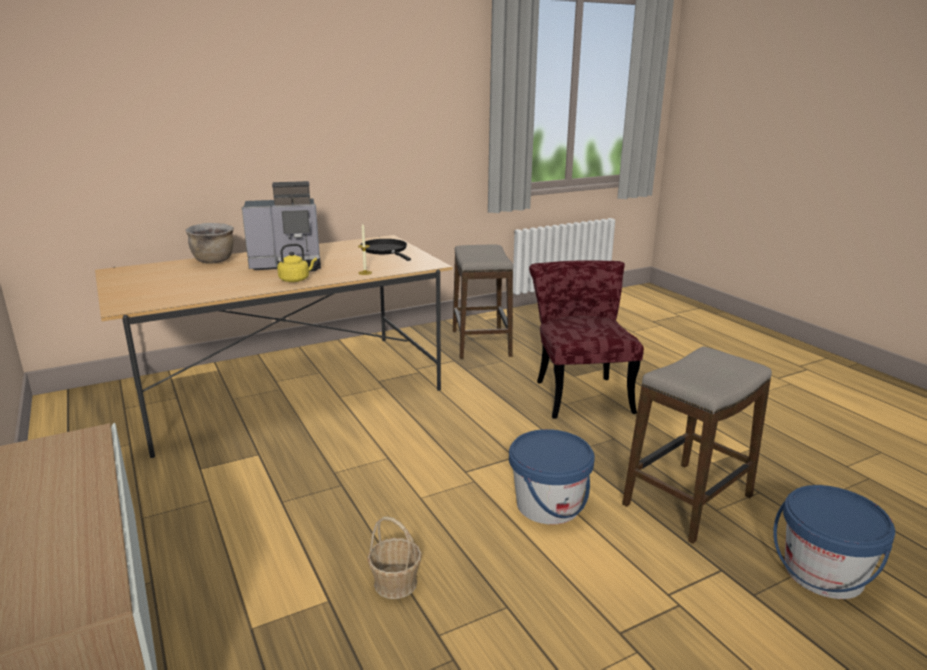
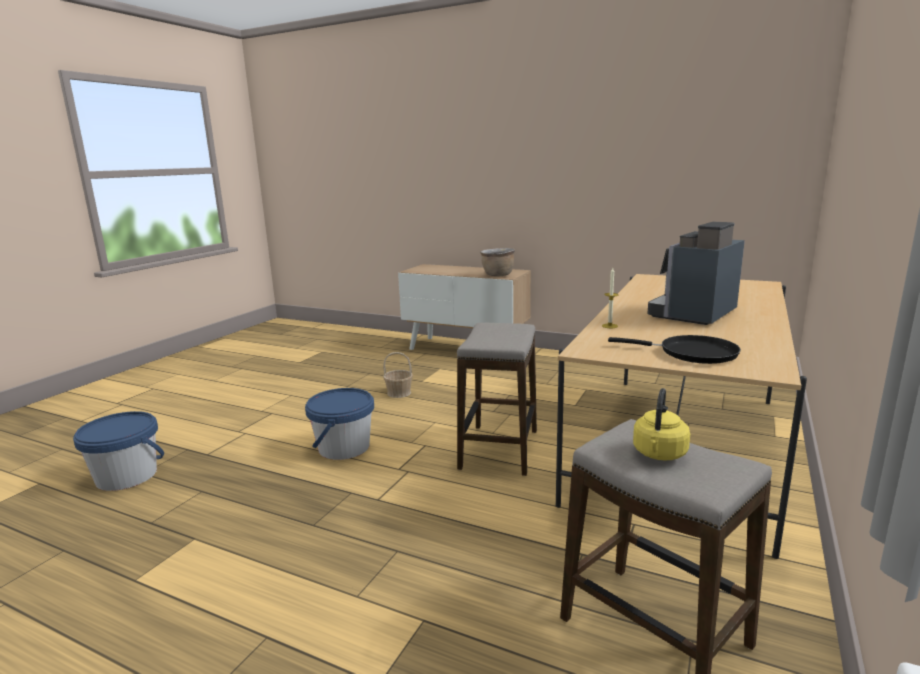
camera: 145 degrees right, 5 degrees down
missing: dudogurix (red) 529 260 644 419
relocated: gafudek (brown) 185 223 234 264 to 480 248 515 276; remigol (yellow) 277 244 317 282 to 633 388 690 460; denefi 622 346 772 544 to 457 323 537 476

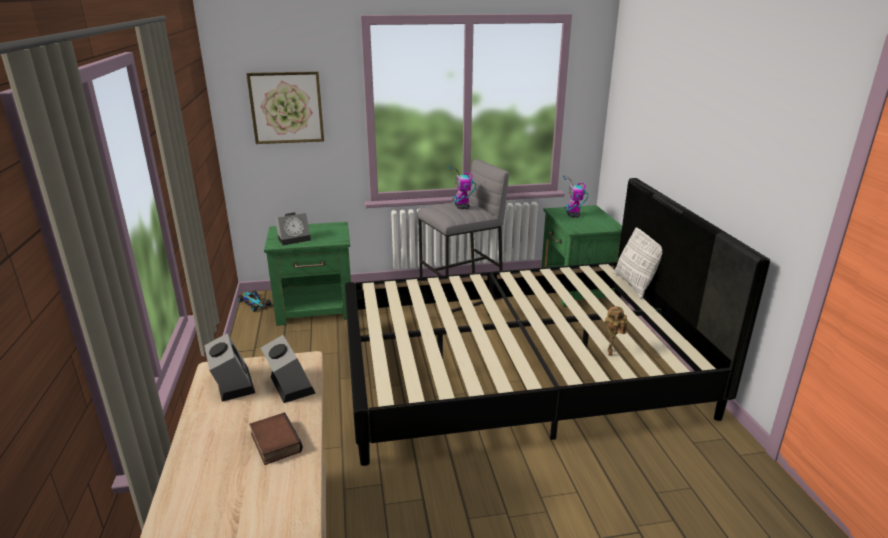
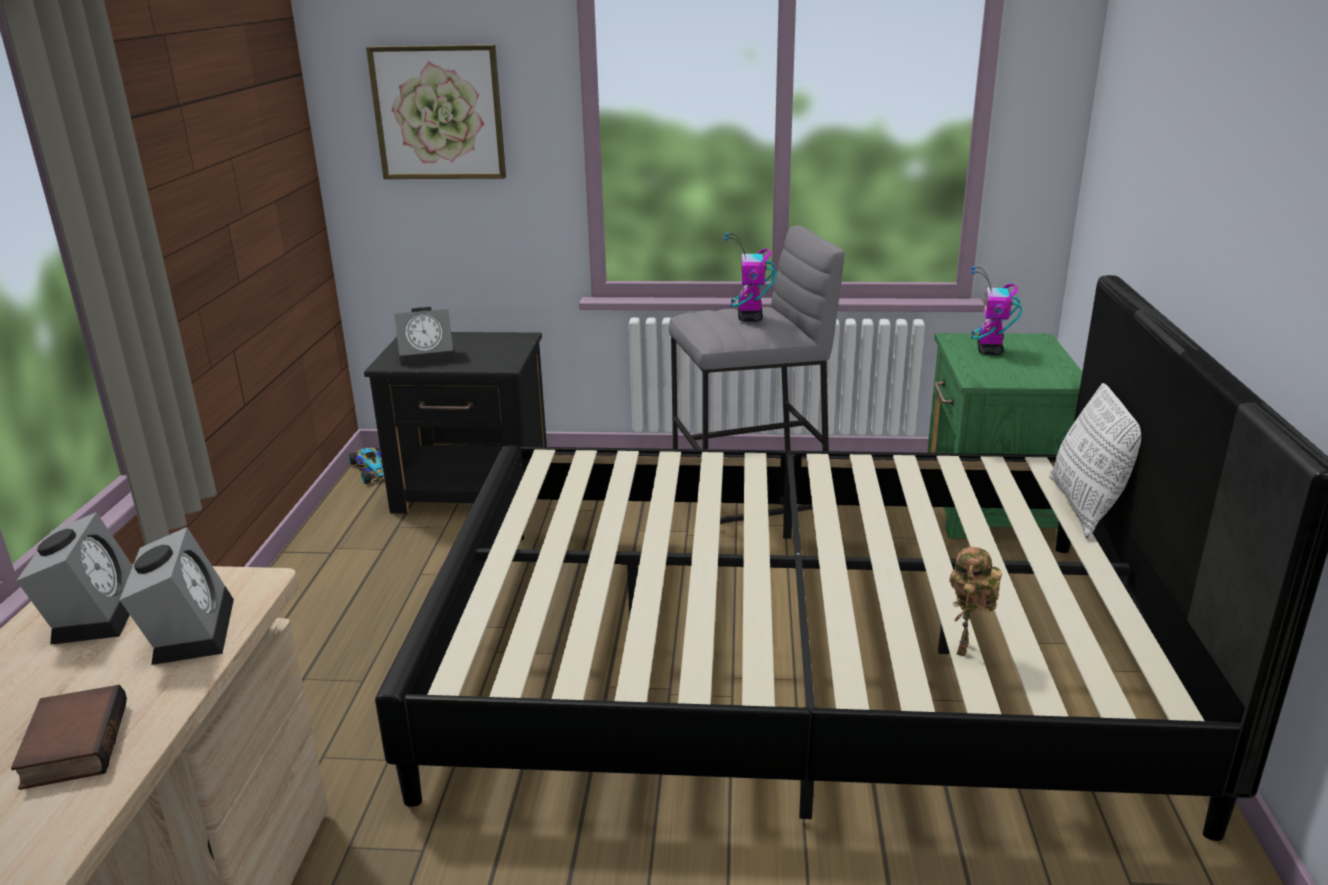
camera: 15 degrees right, 0 degrees up
colour: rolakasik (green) 264 222 351 326 to rolakasik (black) 364 332 547 514

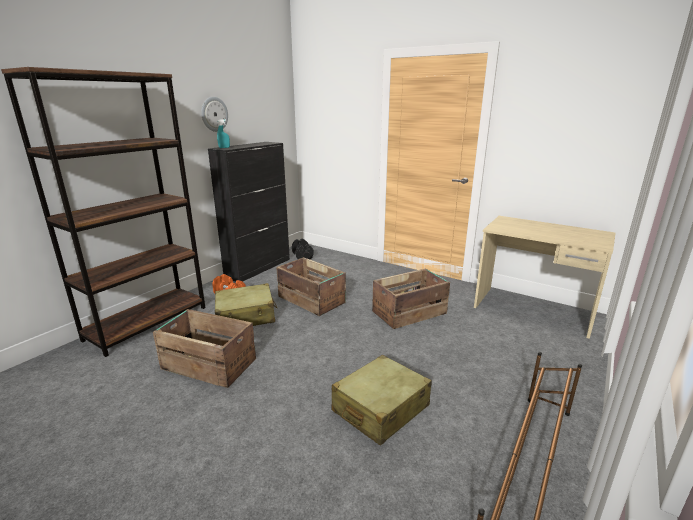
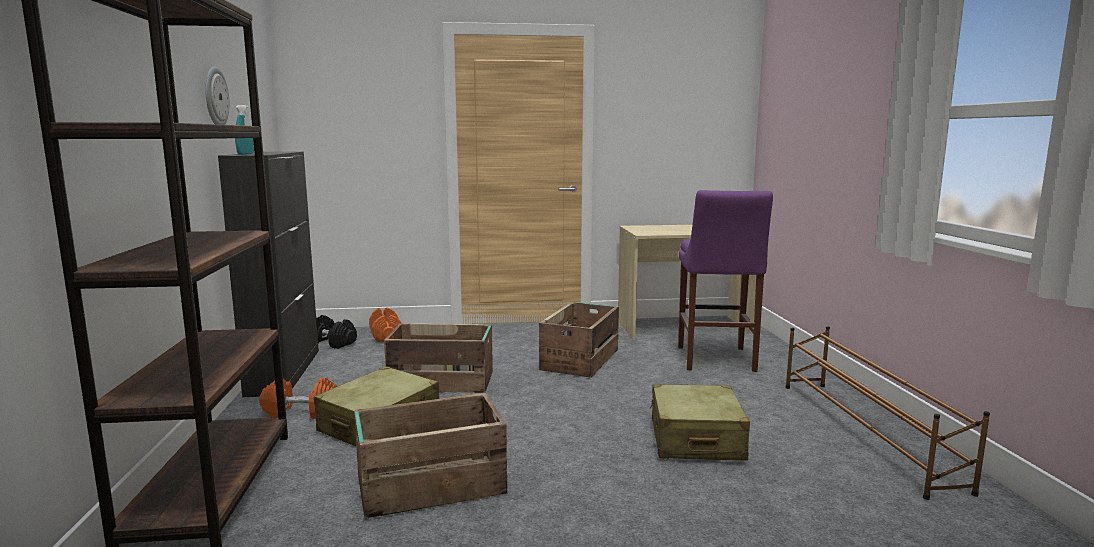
camera: 40 degrees left, 10 degrees down
appeared: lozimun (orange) 369 307 401 342; denefi (purple) 678 190 773 372

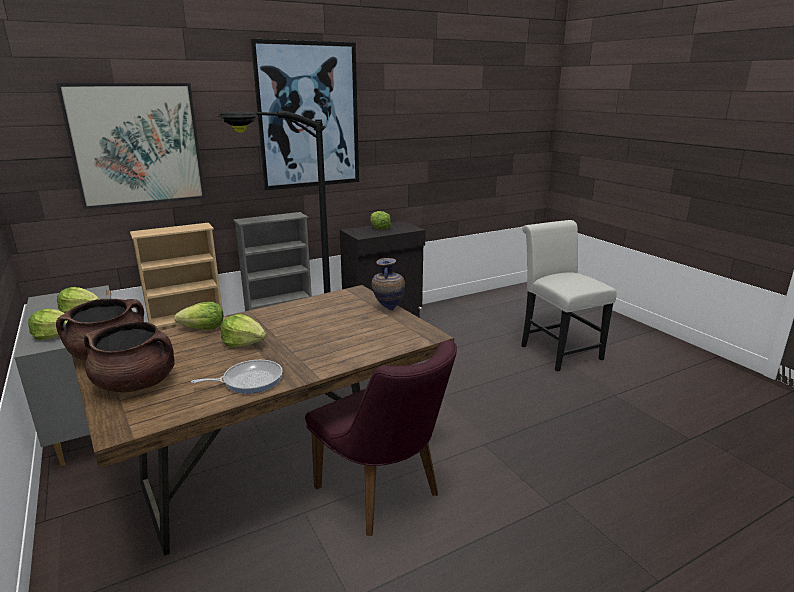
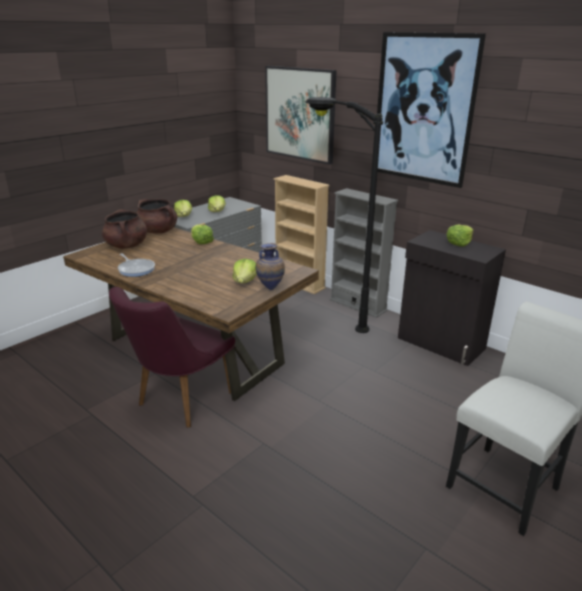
camera: 70 degrees right, 5 degrees up
relocated: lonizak 221 314 267 347 to 233 259 257 283

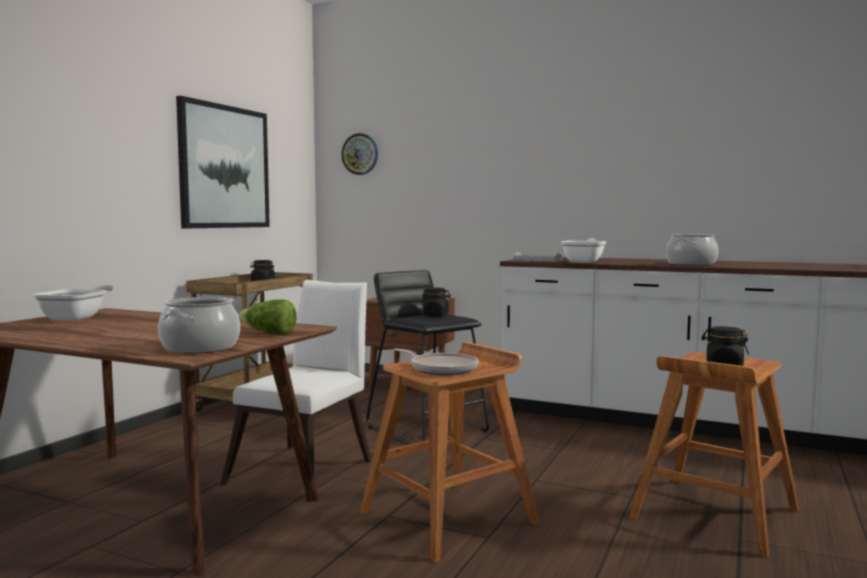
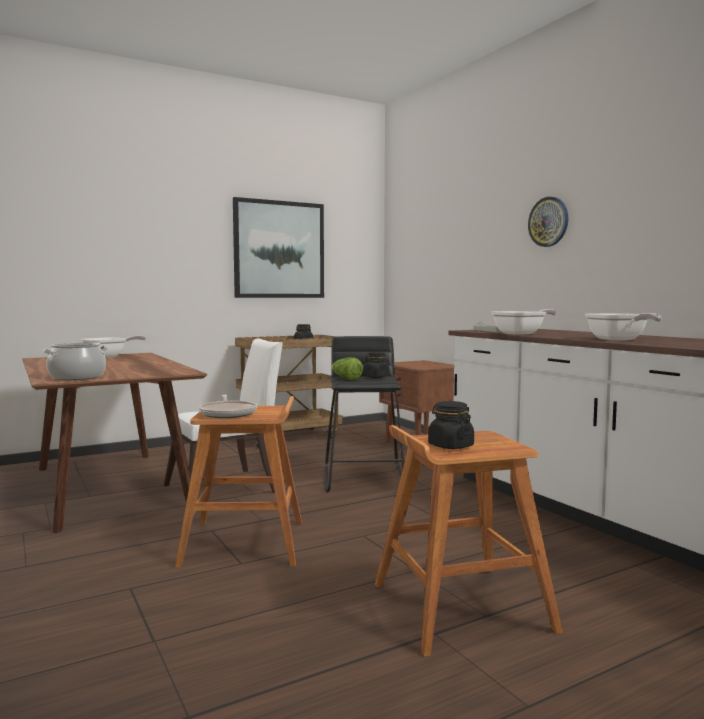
camera: 35 degrees right, 0 degrees up
relocated: lonizak 238 300 297 335 to 332 357 363 380; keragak 341 133 378 175 to 528 197 568 247
exchanged: gafudek 666 234 718 266 to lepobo 585 313 662 340

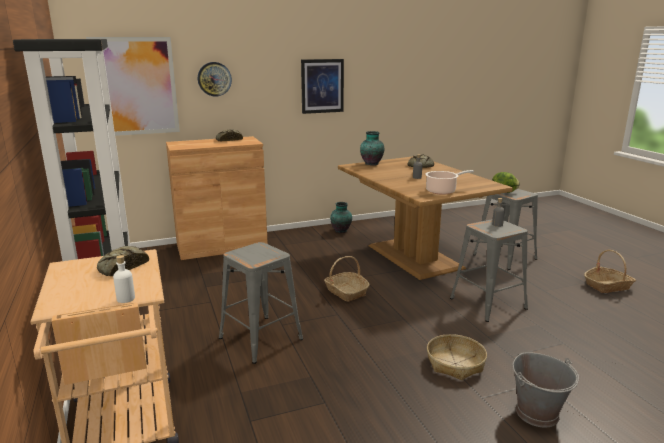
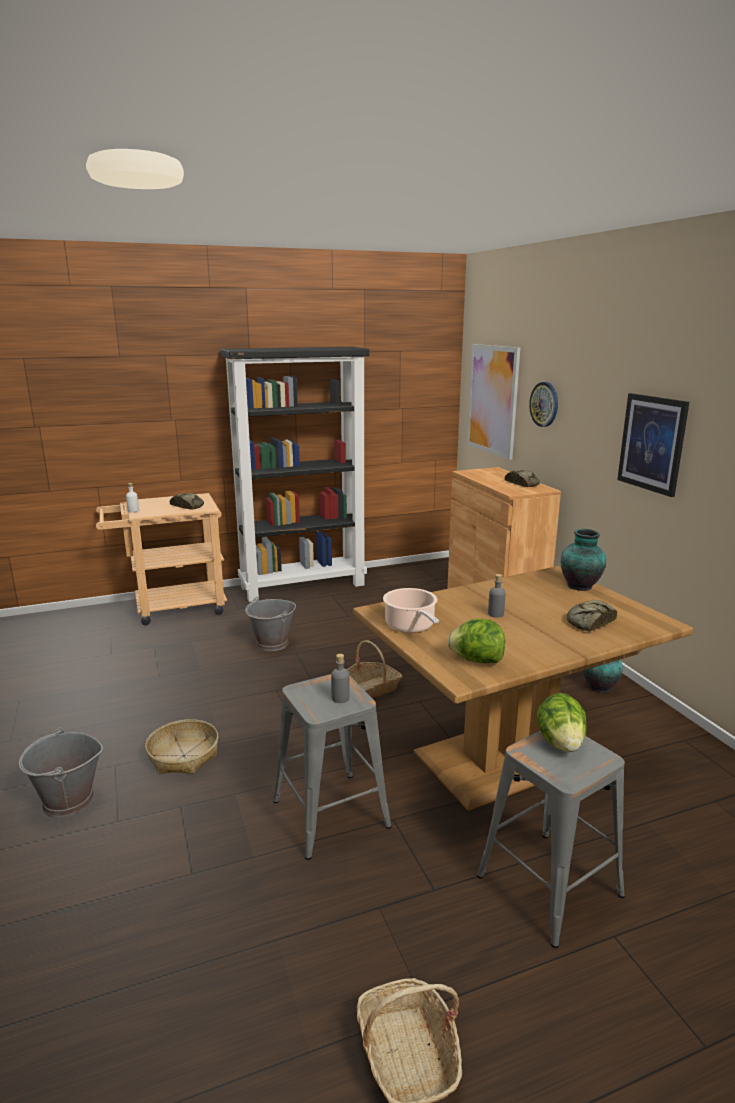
camera: 90 degrees right, 0 degrees up
appeared: lonizak 448 619 505 663
exchanged: denefi (grey) 219 242 303 364 to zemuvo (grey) 245 597 296 652

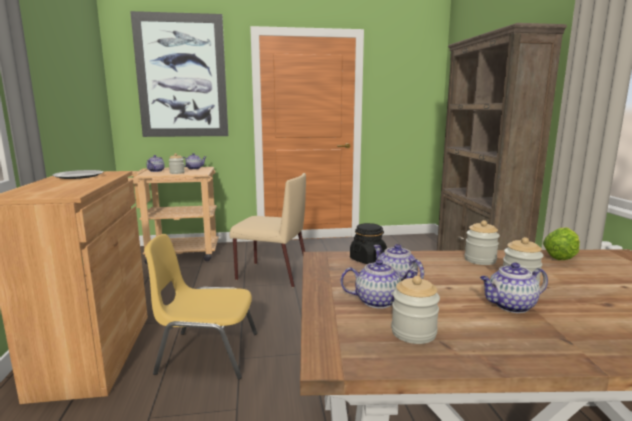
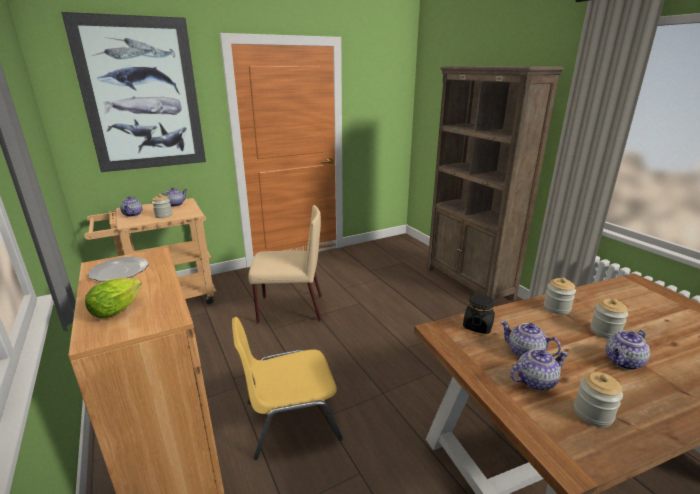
camera: 20 degrees left, 10 degrees up
relocated: lonizak 543 227 580 260 to 85 278 142 318

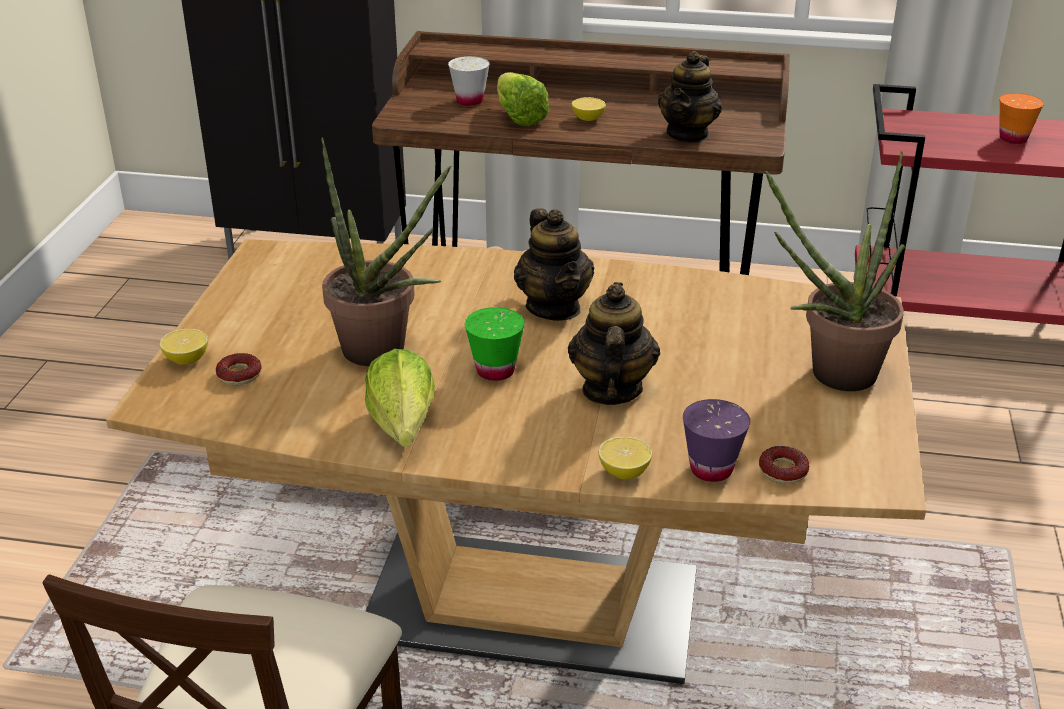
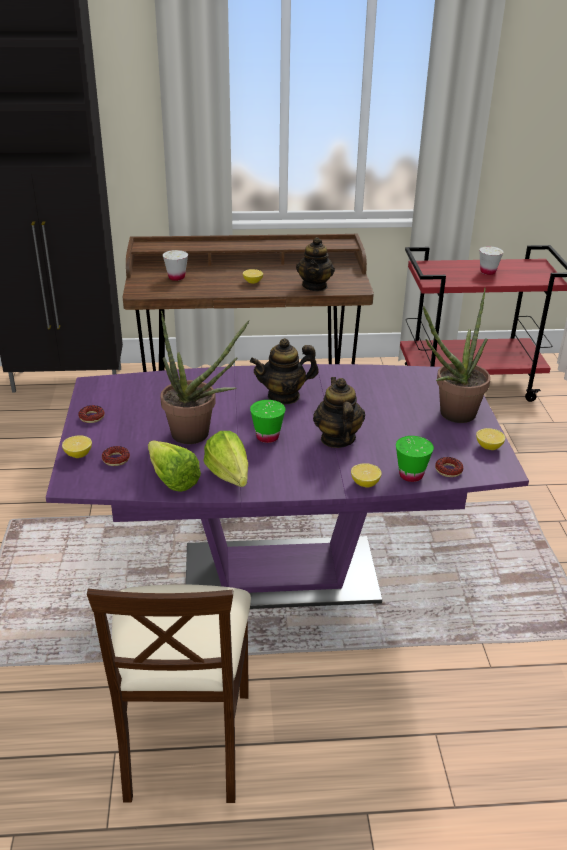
camera: 15 degrees left, 0 degrees up
appeared: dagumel 78 405 105 423; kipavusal 476 428 505 450
relocated: lonizak 497 72 549 126 to 148 440 201 492
colour: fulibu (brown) 106 240 926 684 to fulibu (purple) 46 364 529 609; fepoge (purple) 683 399 750 482 to fepoge (green) 396 436 434 482; fepoge (orange) 1000 93 1044 144 to fepoge (white) 479 246 504 275
spun: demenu 514 208 594 321 = 250 338 319 405 105 degrees clockwise

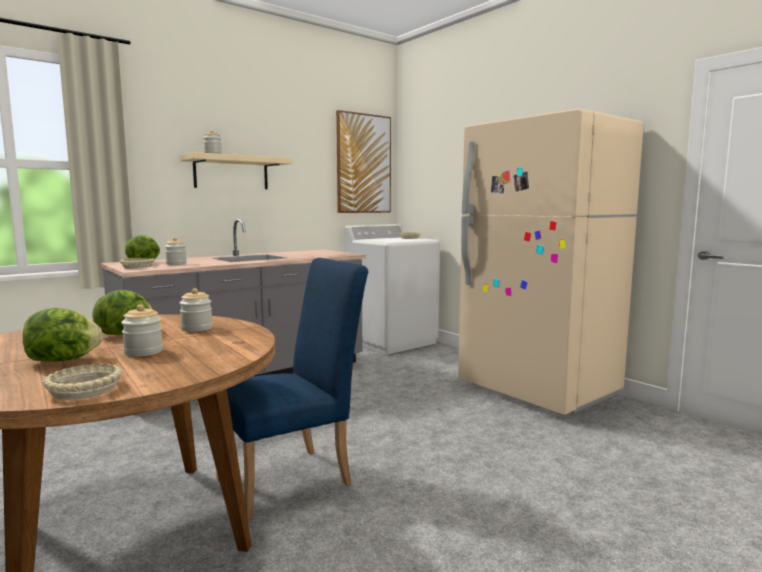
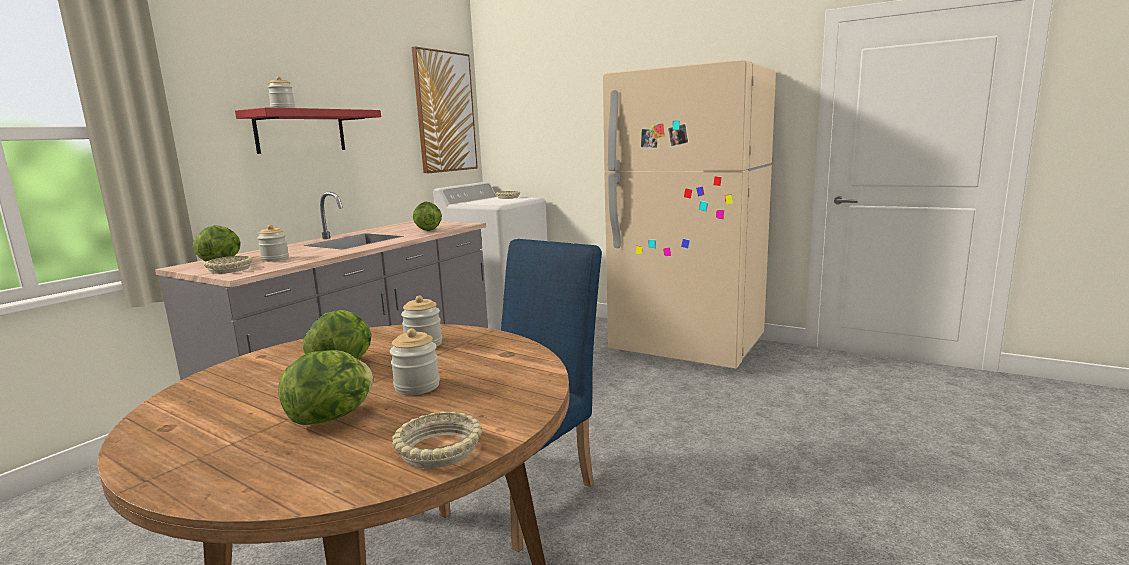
camera: 20 degrees left, 5 degrees up
appeared: lonizak 413 201 442 231
colour: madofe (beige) 180 152 292 189 to madofe (red) 235 107 381 154

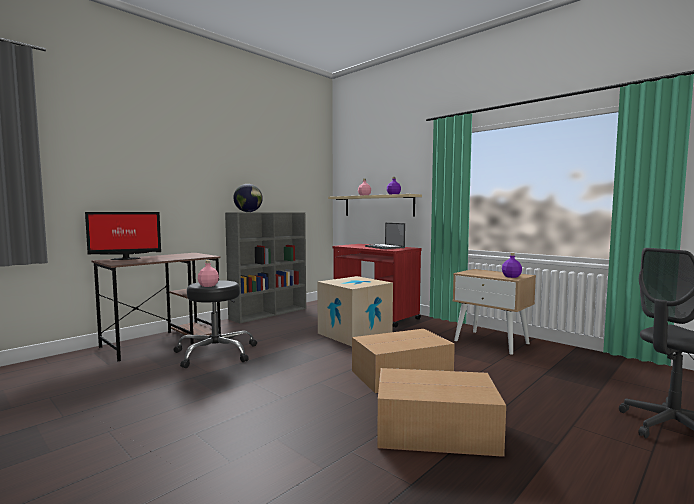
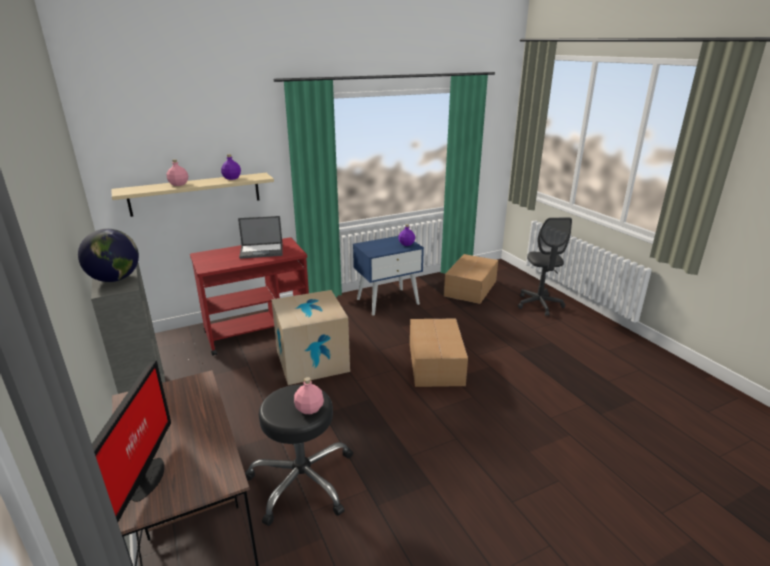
camera: 70 degrees left, 20 degrees up
relocated: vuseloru 377 368 506 457 to 444 254 498 304
colour: rolakasik (beige) 453 269 536 355 to rolakasik (blue) 353 236 424 316

